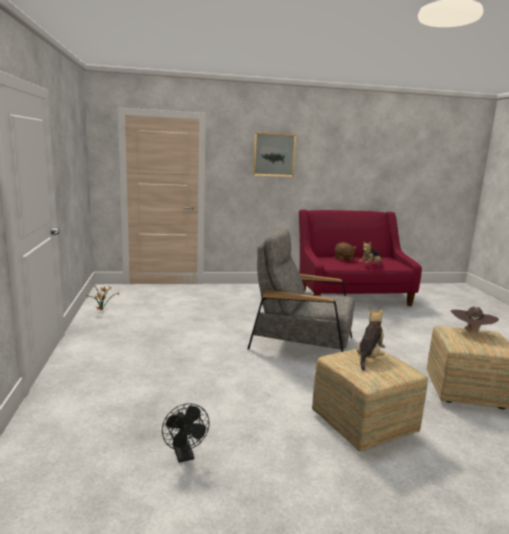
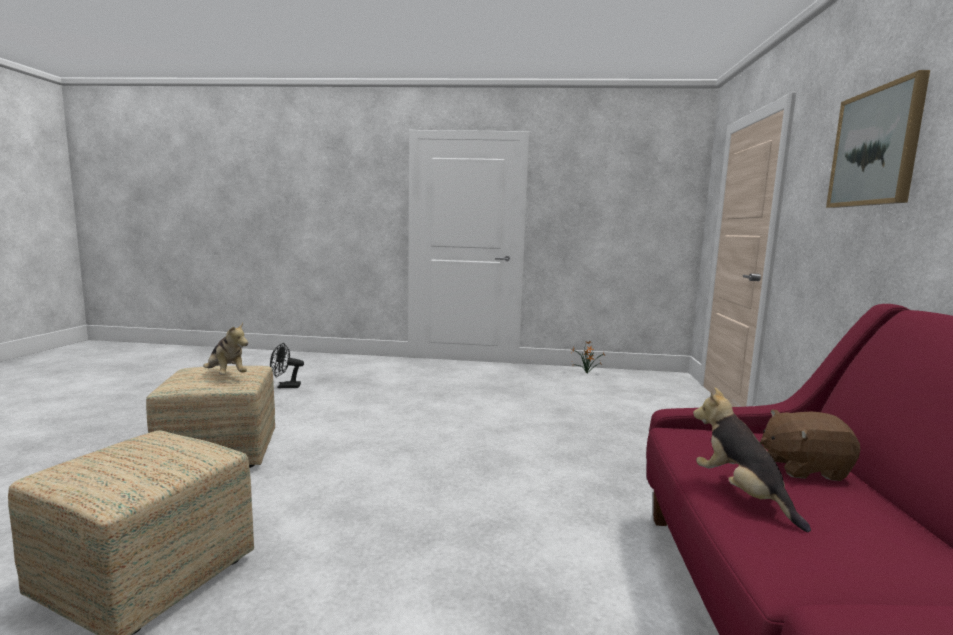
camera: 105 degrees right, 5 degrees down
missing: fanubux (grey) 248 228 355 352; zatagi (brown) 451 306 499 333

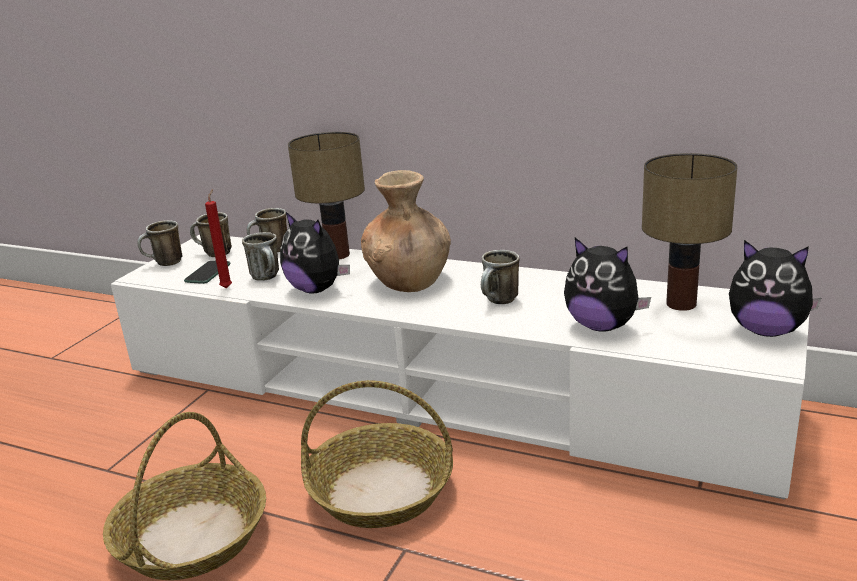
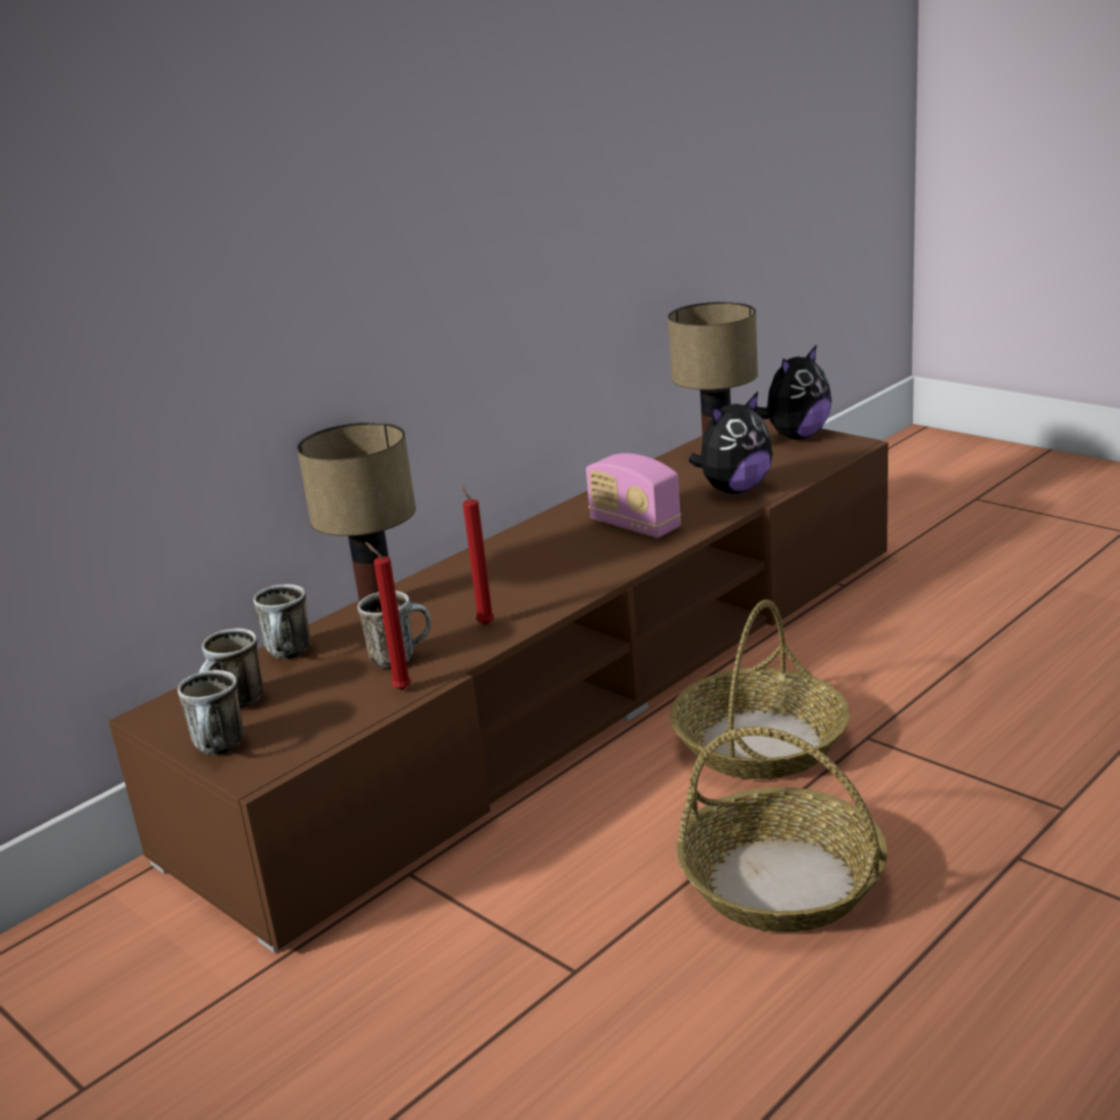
camera: 70 degrees left, 0 degrees up
missing: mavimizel 184 260 230 284; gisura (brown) 361 170 451 292
exchanged: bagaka 280 211 350 293 to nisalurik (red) 460 484 494 625; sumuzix 481 250 519 304 to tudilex 586 453 681 538
colour: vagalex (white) 111 234 809 499 to vagalex (brown) 109 419 888 953

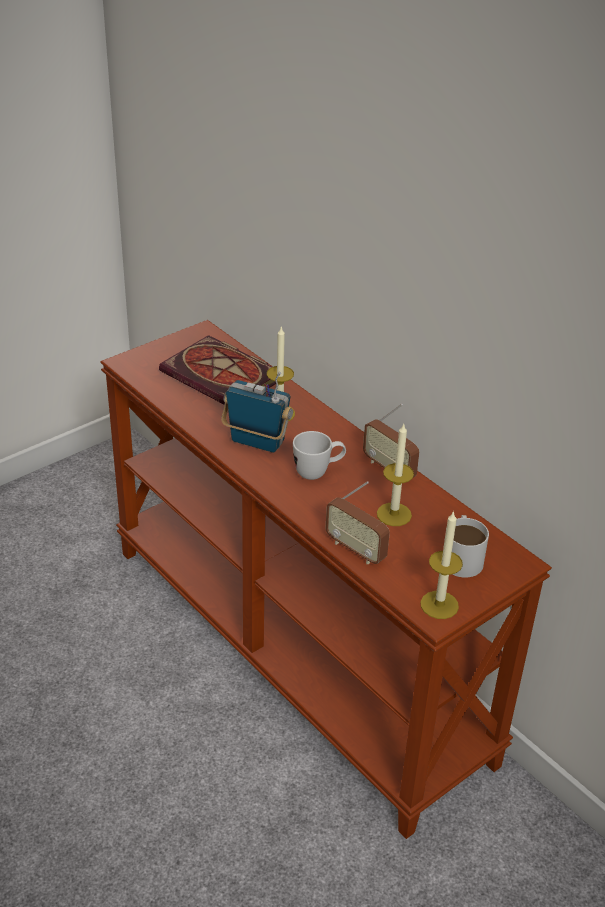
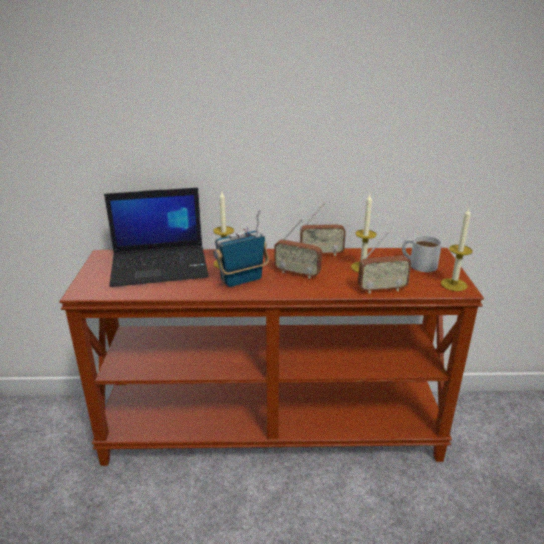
camera: 50 degrees left, 10 degrees down
exchanged: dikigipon 159 335 276 405 to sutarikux 104 188 209 287; sumuzix (white) 293 431 346 480 to tudilex 274 219 322 279

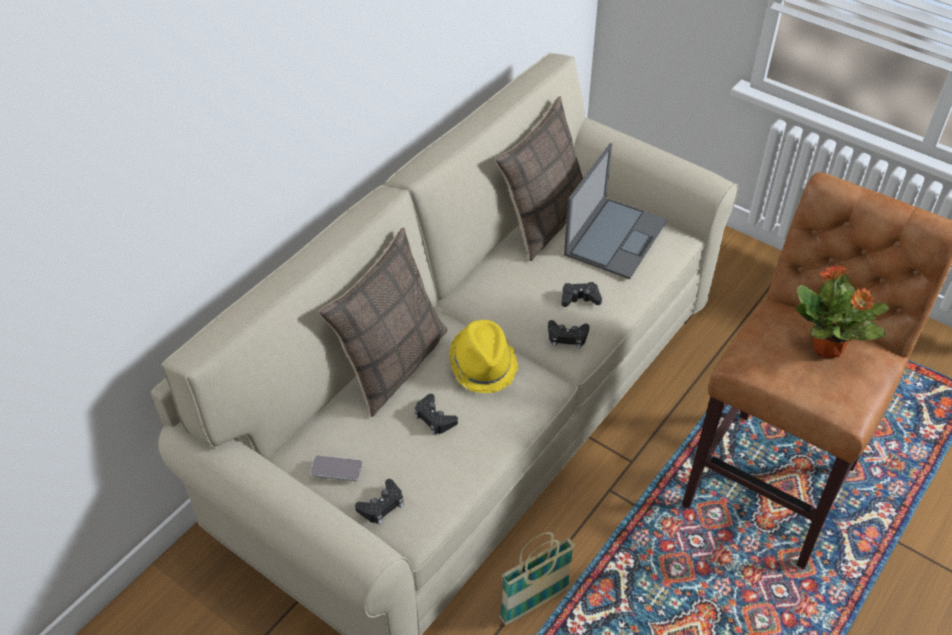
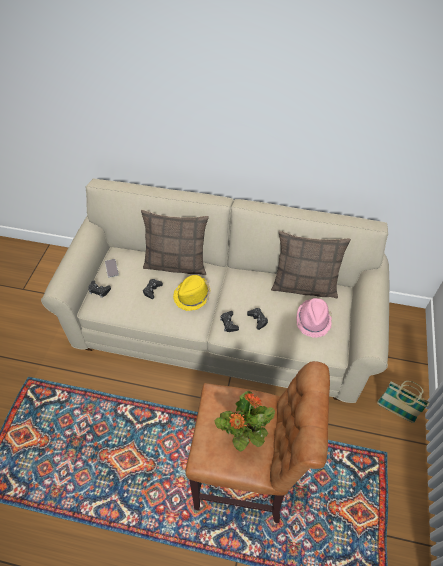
camera: 65 degrees right, 5 degrees up
relocated: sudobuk 499 532 575 625 to 377 381 430 423
exchanged: sutarikux 564 143 667 280 to zatagi (pink) 296 298 332 338

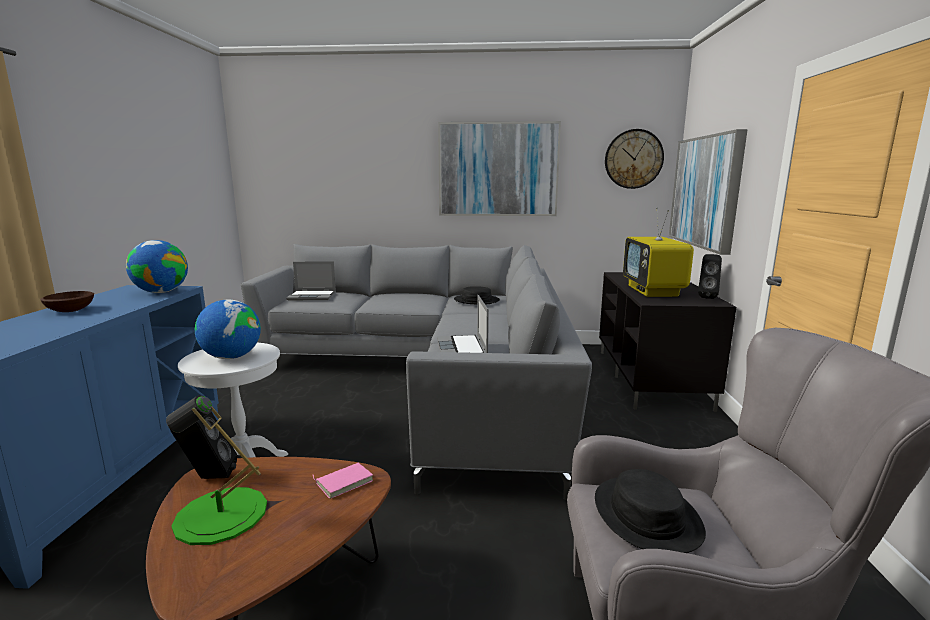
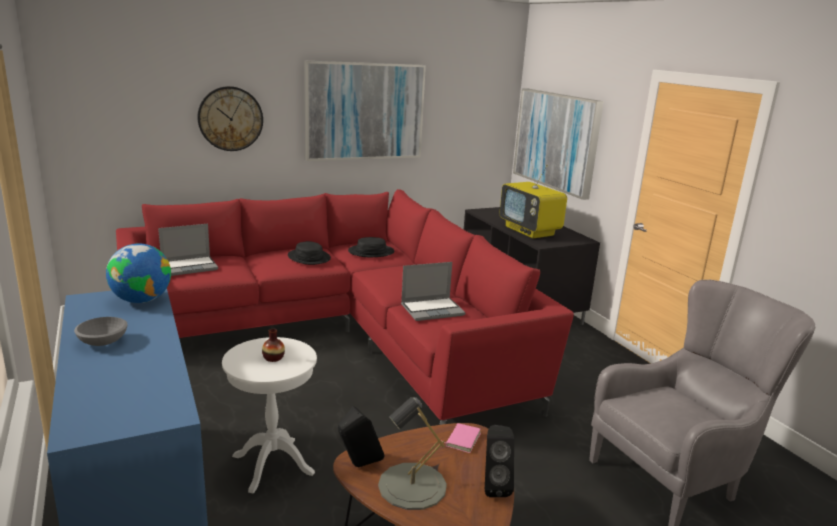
camera: 30 degrees left, 5 degrees up
relocated: zatagi (black) 595 469 706 553 to 288 241 331 265; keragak 605 129 664 189 to 197 86 263 151; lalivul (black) 698 254 722 299 to 485 425 514 497
exchanged: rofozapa 195 299 261 359 to gisura 262 328 285 362
colour: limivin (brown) 40 291 94 312 to limivin (grey) 74 317 128 346; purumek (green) 166 395 267 545 to purumek (grey) 378 397 447 510; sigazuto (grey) 241 244 592 500 to sigazuto (red) 116 189 574 425
spun: sutarikux 437 295 489 353 = 401 262 466 321 75 degrees counterclockwise

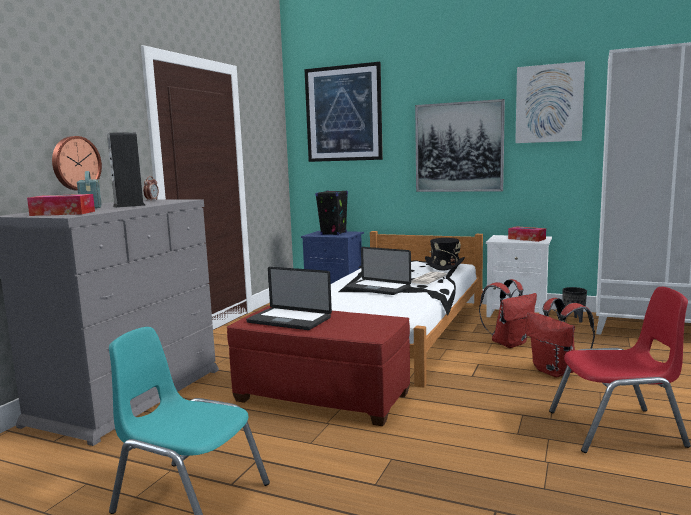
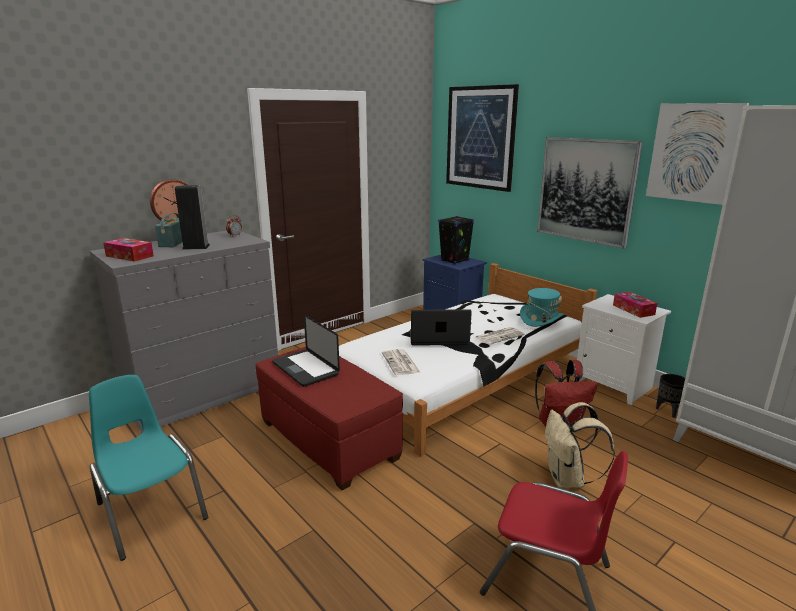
camera: 25 degrees right, 10 degrees up
appeared: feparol 382 349 420 375
colour: zatagi (black) 425 238 465 271 to zatagi (turquoise) 520 288 564 327; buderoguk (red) 525 298 595 377 to buderoguk (beige) 545 402 615 488
spun: sutarikux 345 247 411 295 = 410 309 472 346 120 degrees clockwise

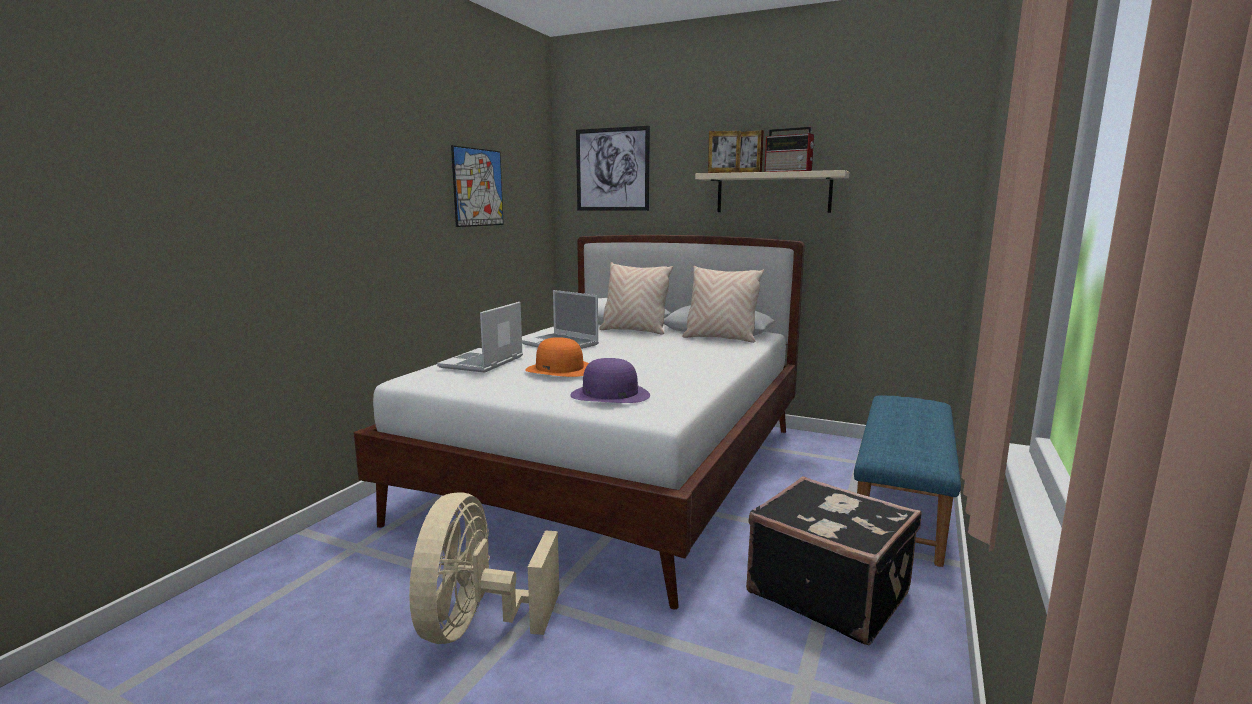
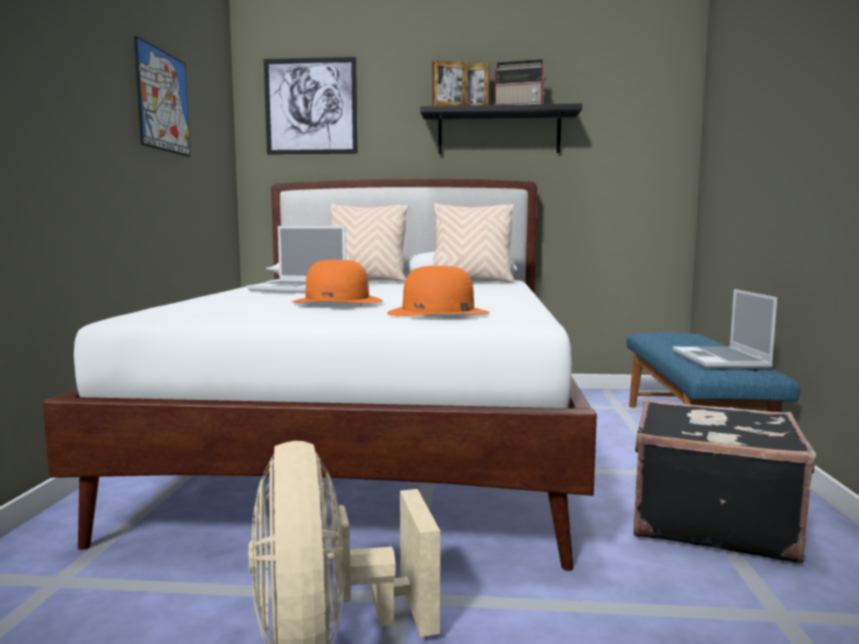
camera: 20 degrees left, 5 degrees down
relocated: sutarikux 437 302 523 373 to 673 289 777 368
colour: zatagi (purple) 570 358 650 403 to zatagi (orange) 387 266 490 316; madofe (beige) 695 170 849 213 to madofe (black) 420 103 582 154

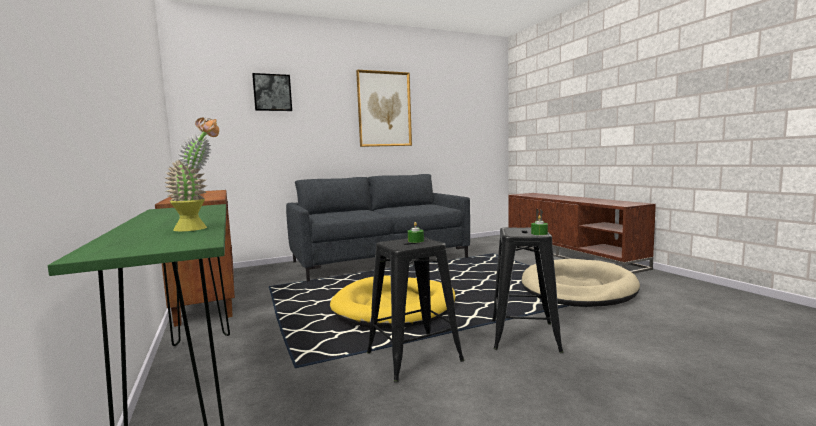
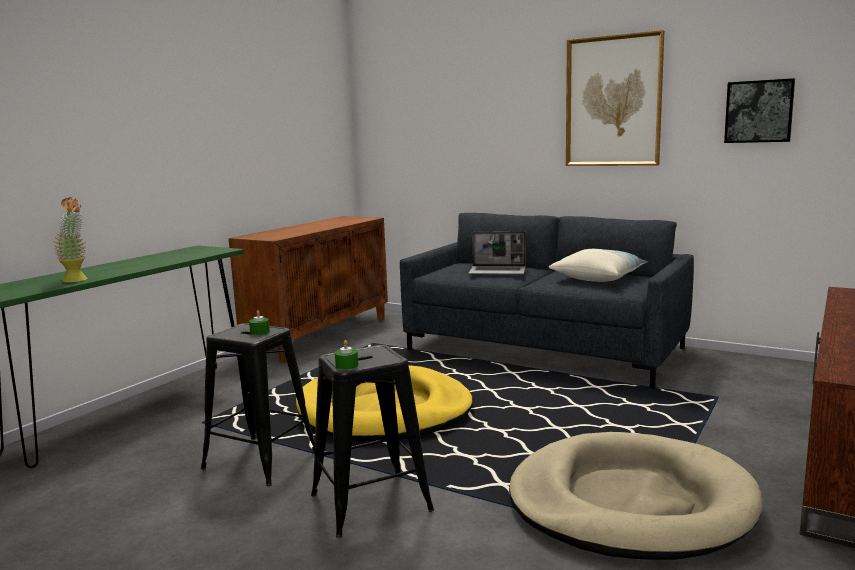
camera: 55 degrees right, 5 degrees up
appeared: sutarikux 468 231 526 275; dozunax 549 249 648 282
relocated: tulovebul 252 73 292 111 to 724 78 795 143

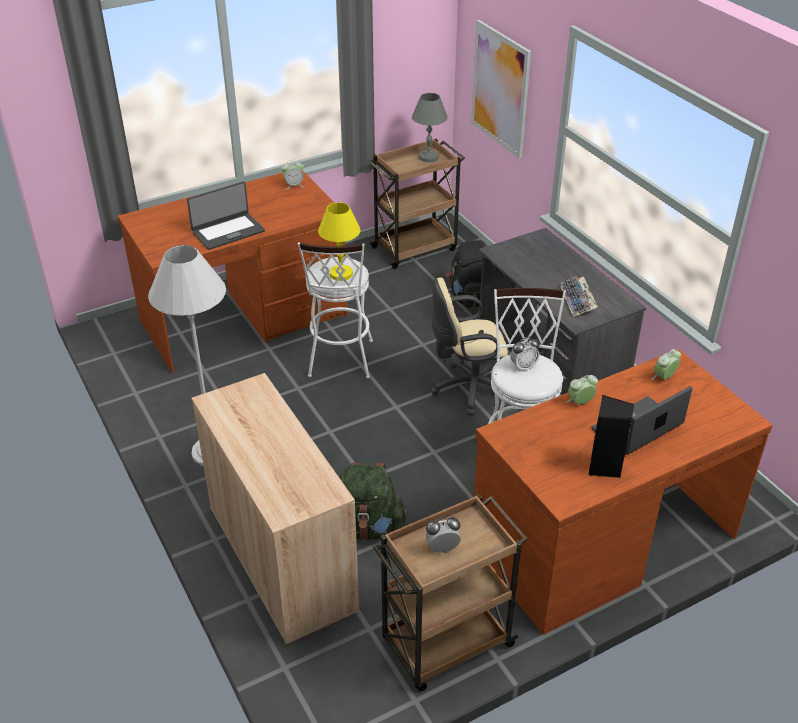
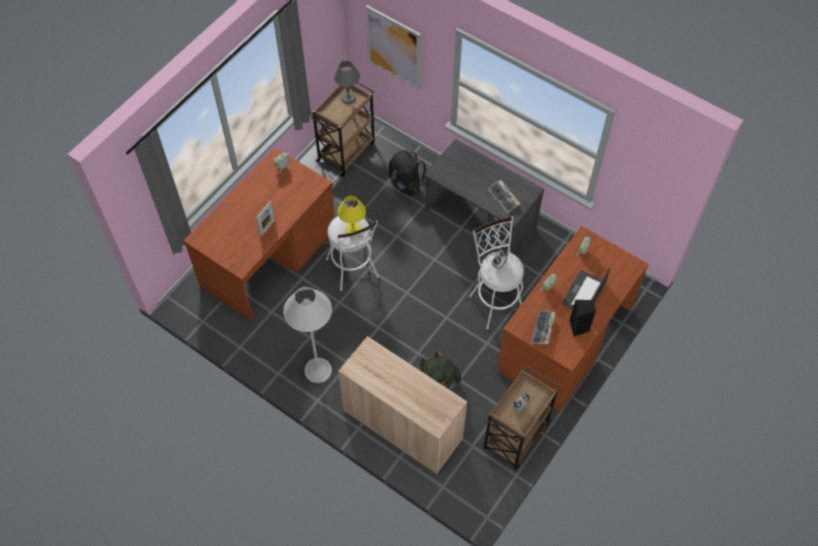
camera: 25 degrees left, 20 degrees up
missing: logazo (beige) 431 277 512 415
appeared: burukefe 531 310 555 344
exchanged: sutarikux 187 181 265 250 to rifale 256 201 275 237

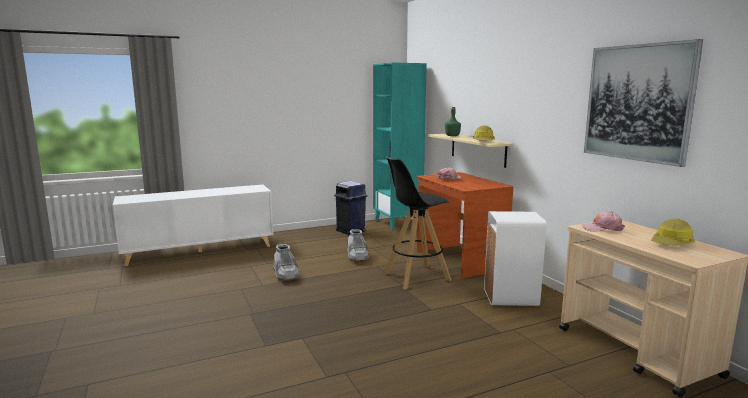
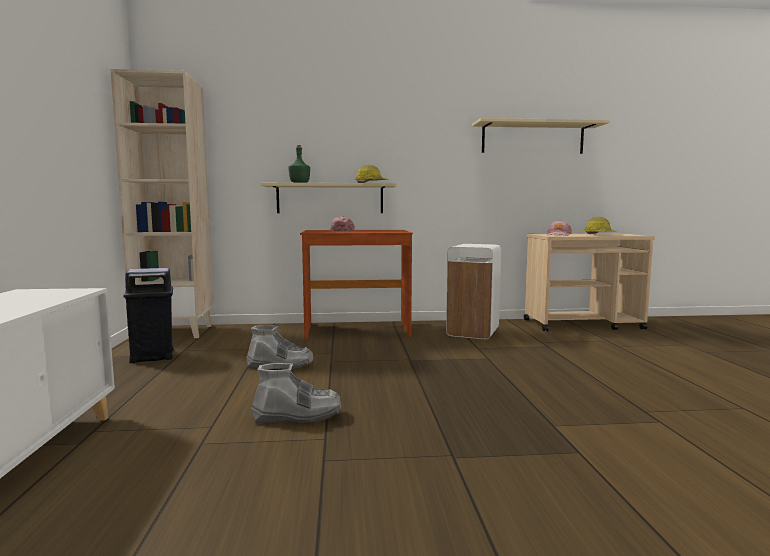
camera: 70 degrees left, 5 degrees down
missing: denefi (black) 384 156 451 289
exchanged: tulovebul 584 39 703 167 to madofe (beige) 472 118 610 154
colour: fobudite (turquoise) 373 62 427 230 to fobudite (beige) 110 69 213 338

